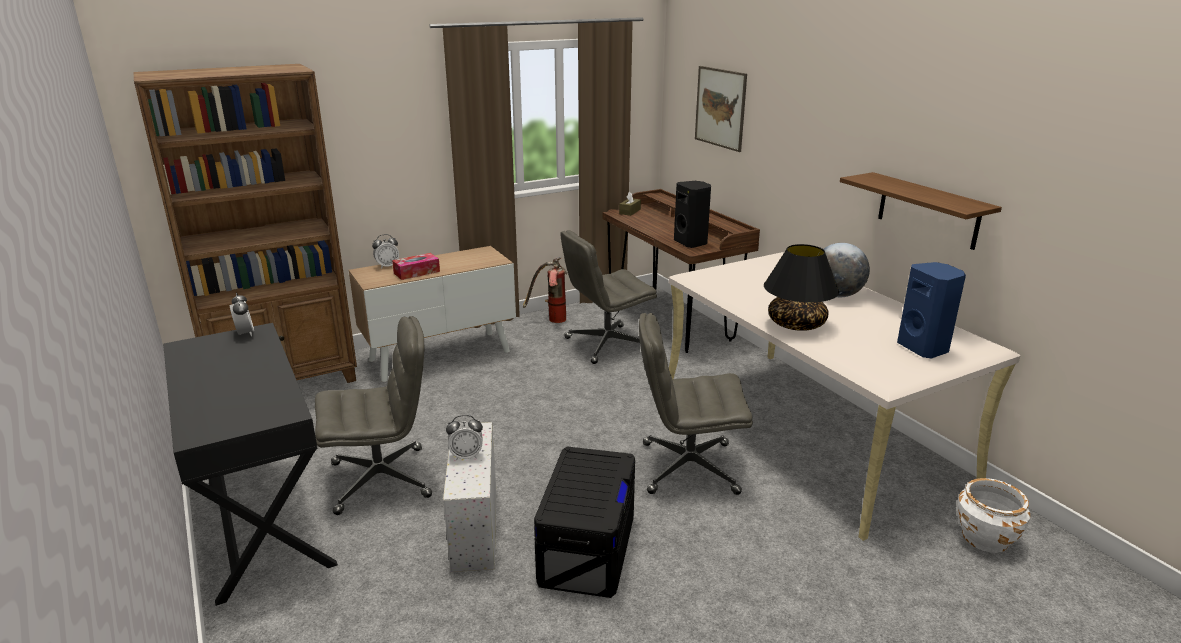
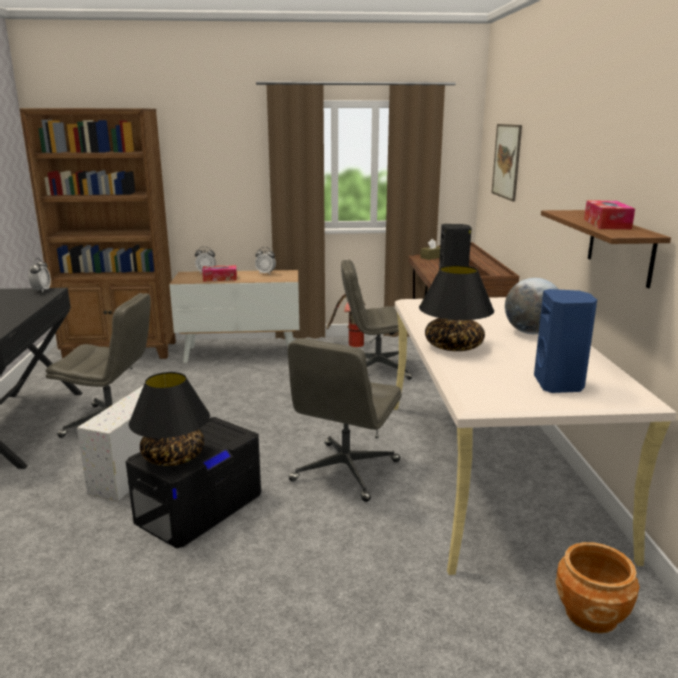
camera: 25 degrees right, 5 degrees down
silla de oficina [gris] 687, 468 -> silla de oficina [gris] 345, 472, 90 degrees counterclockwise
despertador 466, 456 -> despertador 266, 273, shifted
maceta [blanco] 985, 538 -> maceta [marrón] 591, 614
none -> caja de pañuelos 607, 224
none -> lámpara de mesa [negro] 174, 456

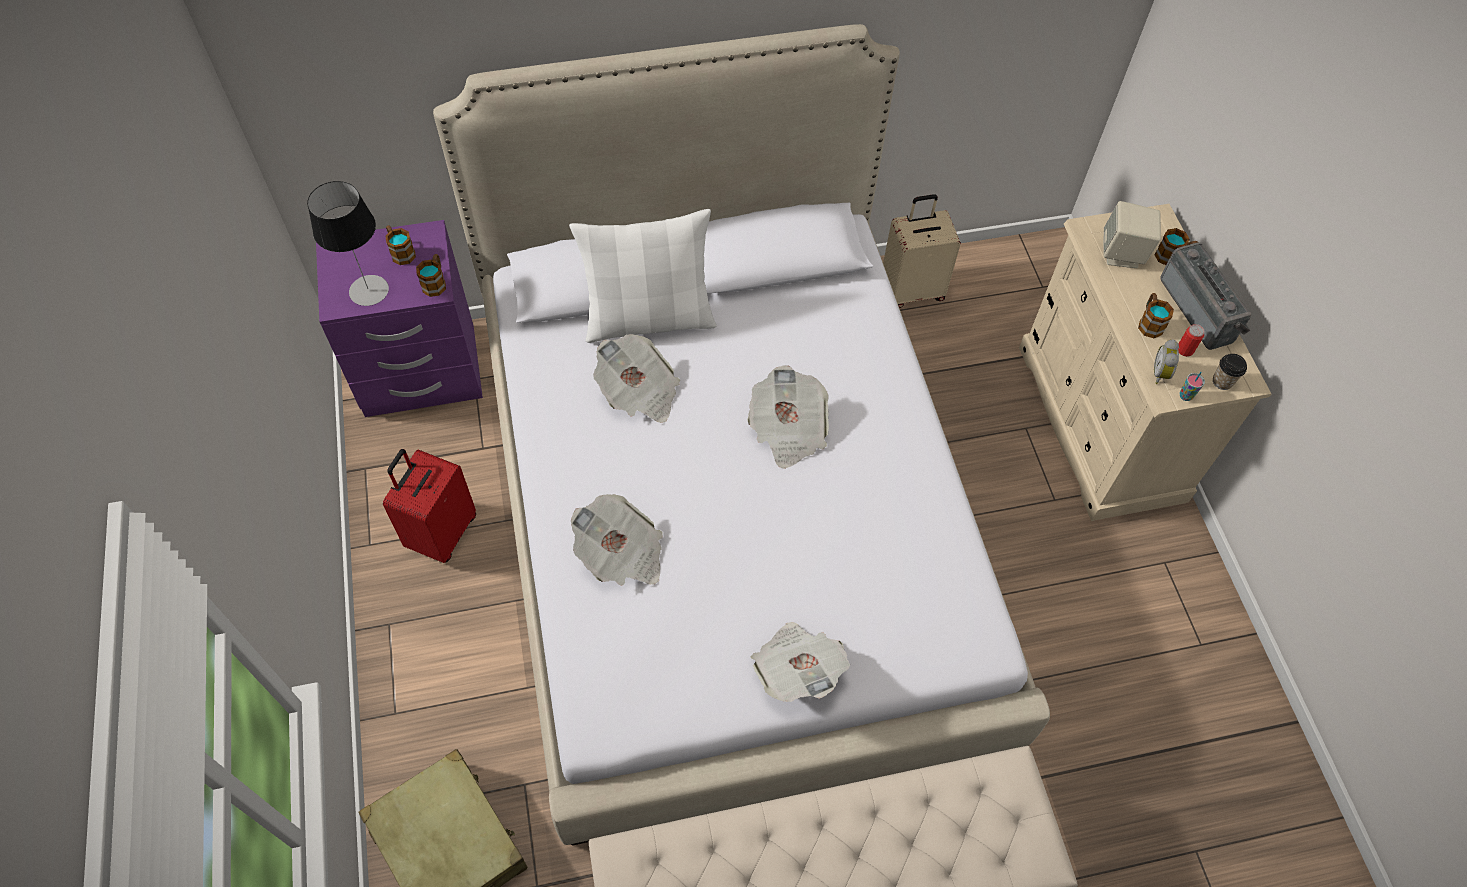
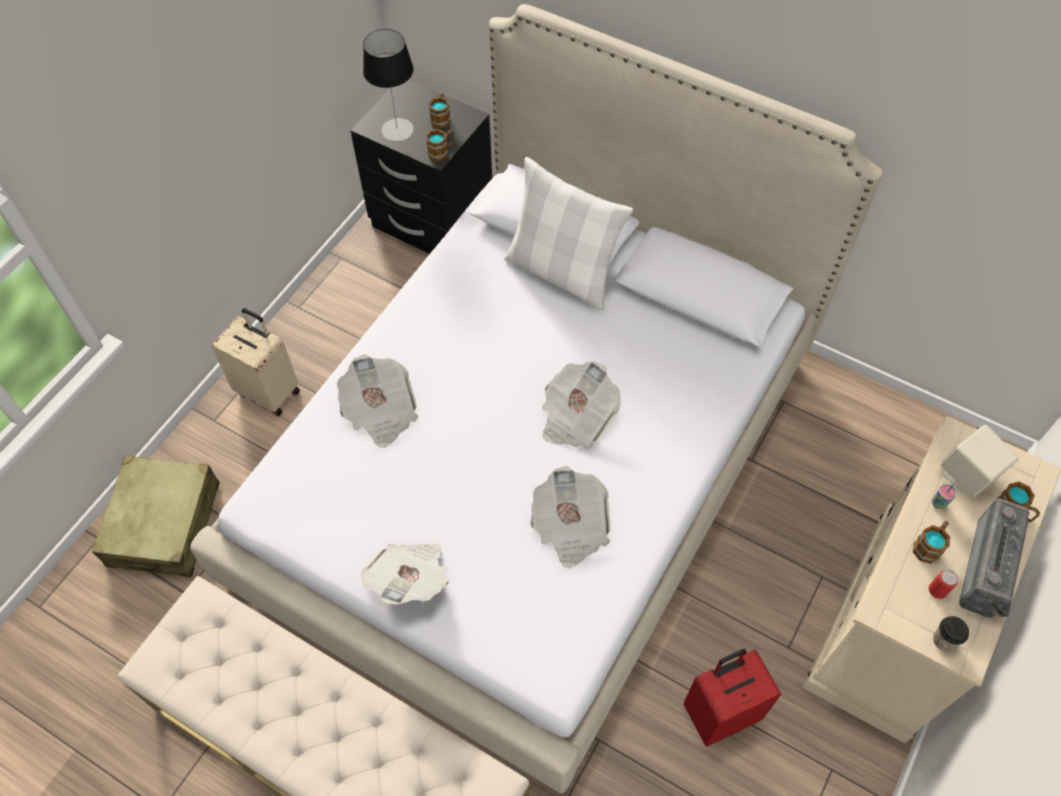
camera: 45 degrees right, 0 degrees up
maleta [beis] 912, 290 -> maleta [beis] 269, 391, shifted
mesita de noche [morado] 421, 373 -> mesita de noche [negro] 432, 222
periódico 639, 392 -> periódico 570, 527, shifted
despertador 1161, 374 -> none
taza 1185, 396 -> taza 938, 504, shifted
maleta [rojo] 441, 533 -> maleta [rojo] 720, 712, shifted

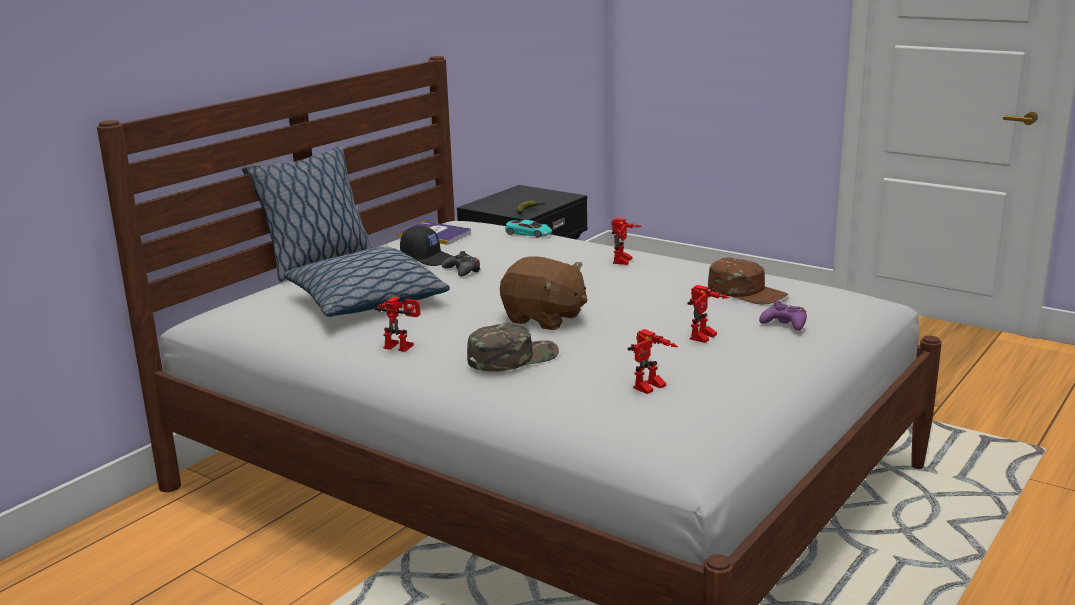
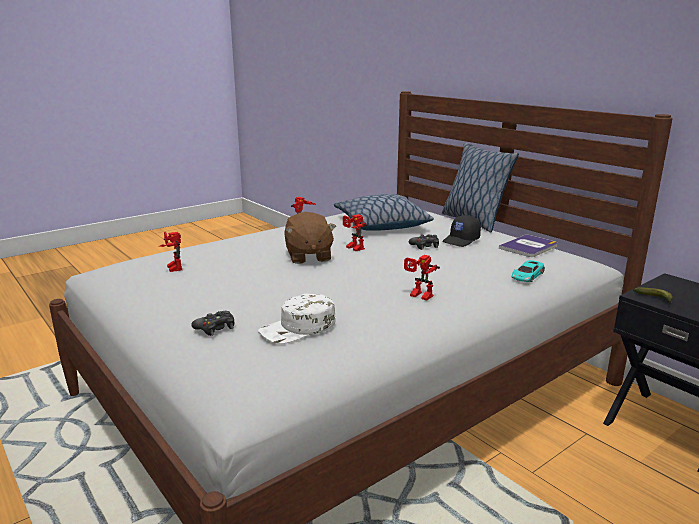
camera: 105 degrees right, 0 degrees up
peluche [marrón] 544, 318 -> peluche [marrón] 308, 256, 60 degrees counterclockwise
gorra [marrón] 747, 292 -> gorra [blanco] 298, 328
robot de juguete 705, 338 -> robot de juguete 352, 248, shifted
mando de consola [morado] 785, 323 -> mando de consola [negro] 215, 328
gorra [verde] 512, 357 -> none

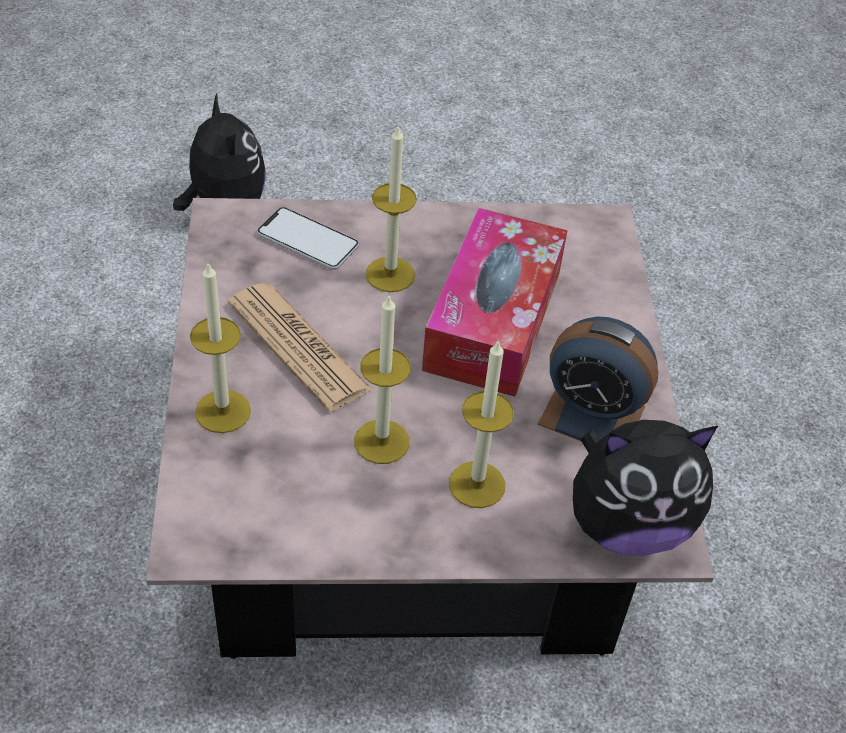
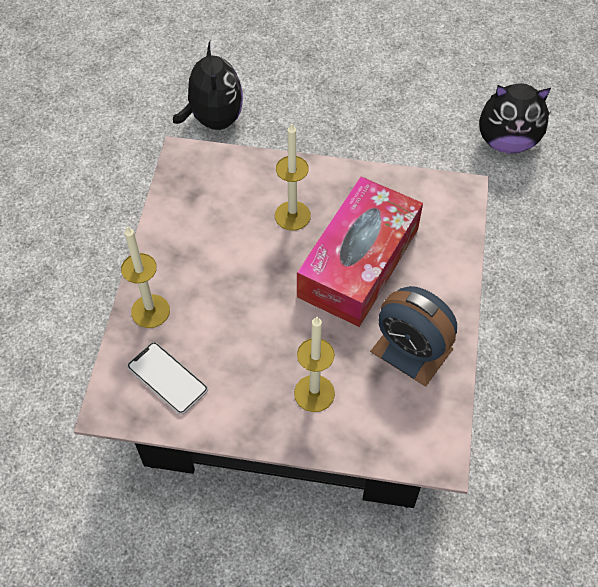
camera: 15 degrees right, 10 degrees up
móvil 307, 240 -> móvil 167, 378, shifted
periódico 298, 347 -> none
vela 381, 441 -> none
peluche 627, 525 -> peluche 506, 141, shifted

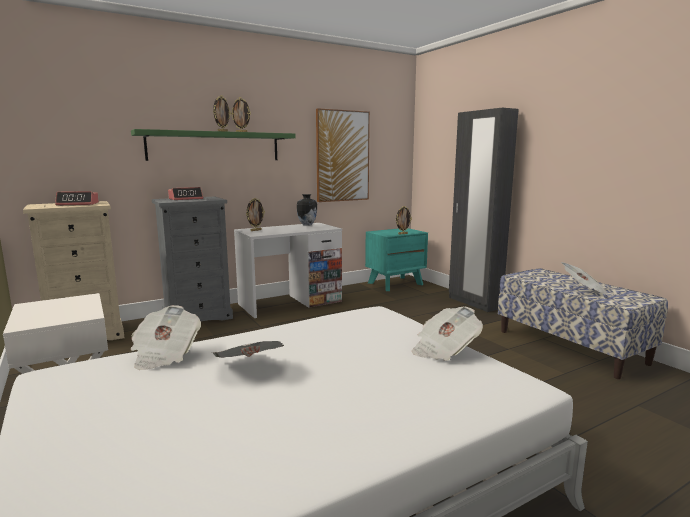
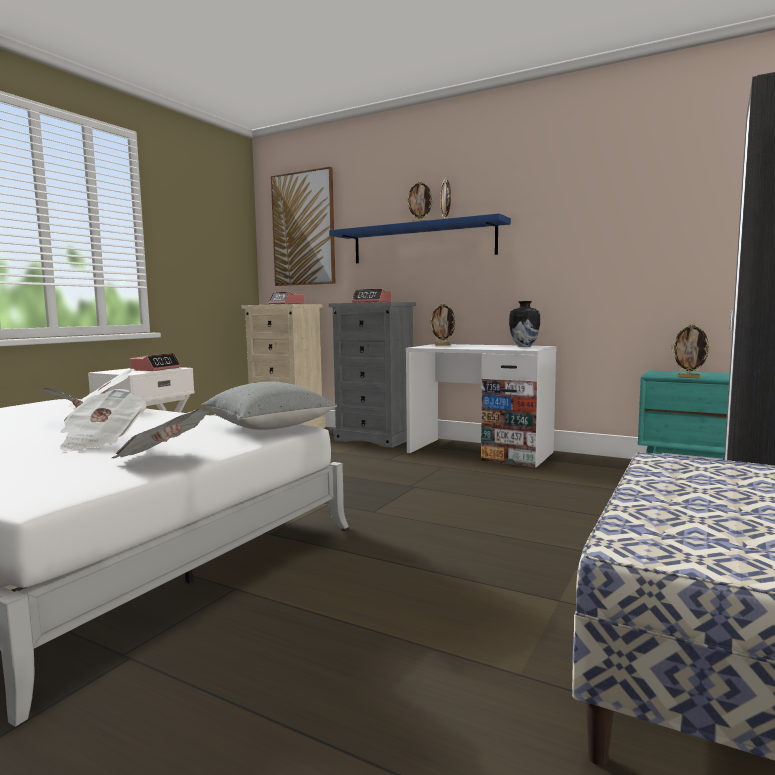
camera: 60 degrees right, 5 degrees down
cuadro 342, 156 -> cuadro 304, 229, shifted
estante [verde] 215, 146 -> estante [azul] 422, 242
periódico 583, 290 -> periódico 101, 441, shifted
none -> despertador 156, 369
none -> cojín [gris] 269, 427

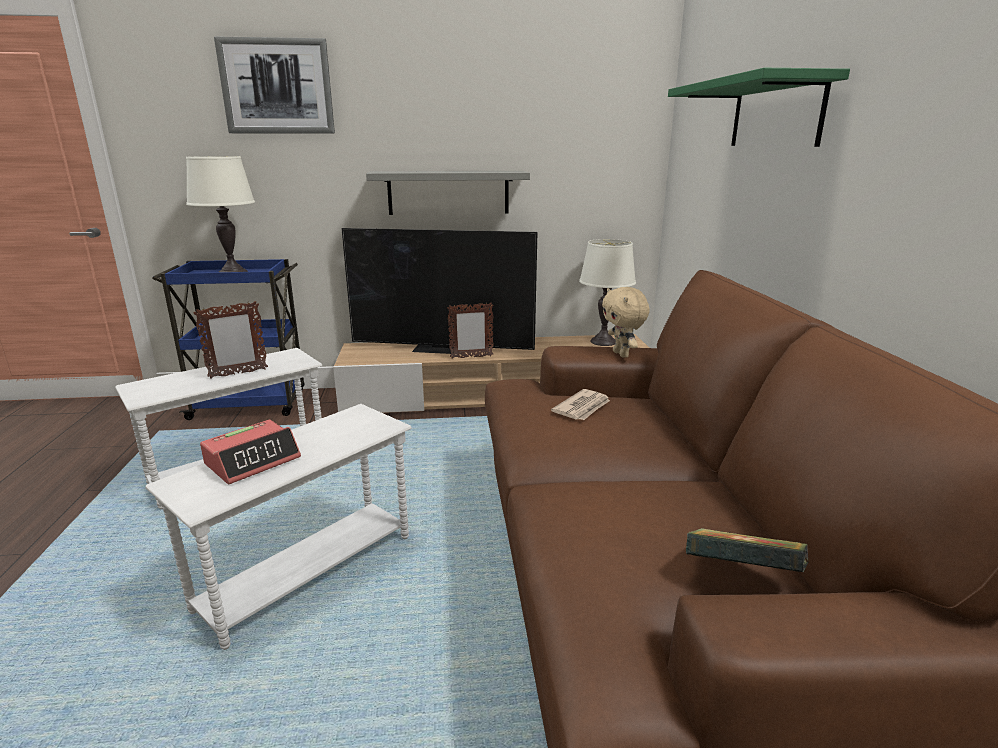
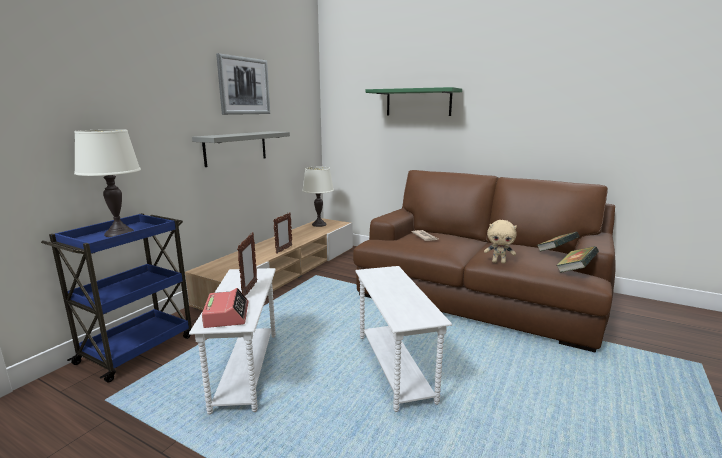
camera: 55 degrees left, 5 degrees down
cuadro 277, 87 -> cuadro 244, 86, shifted
televisor 441, 348 -> none
peluche [beis] 622, 354 -> peluche [beis] 499, 262, shifted
despertador 253, 460 -> despertador 227, 315, shifted
none -> libro 575, 270

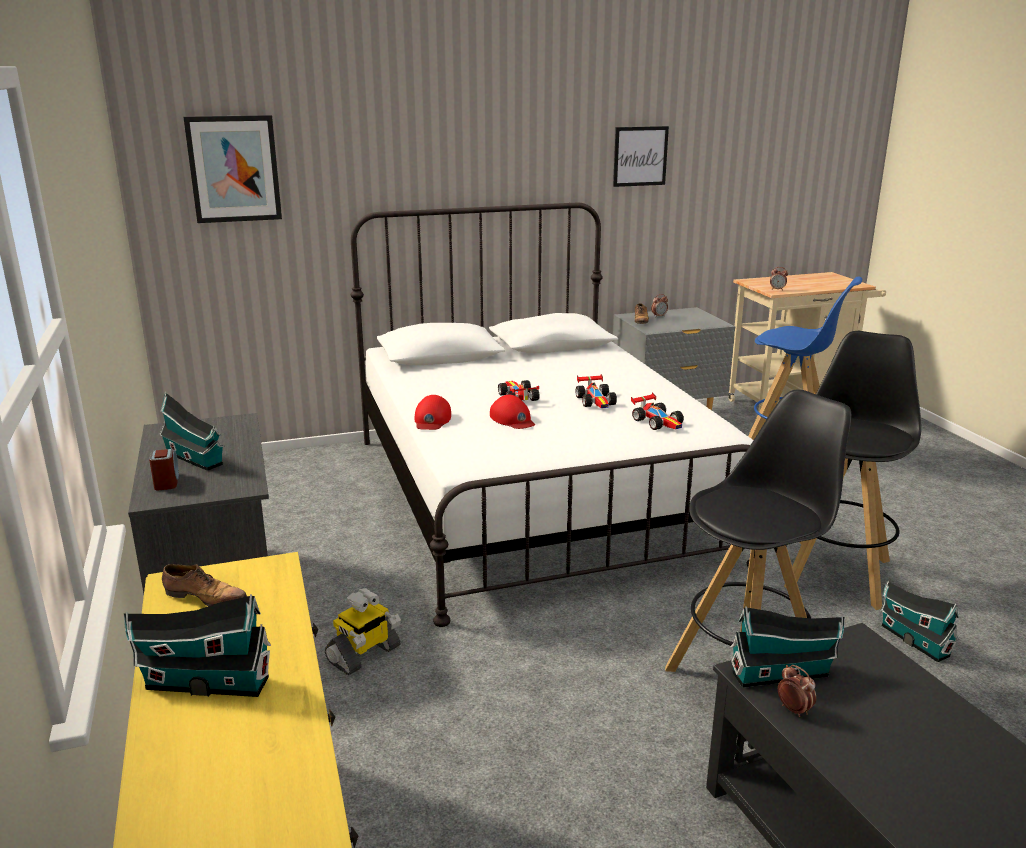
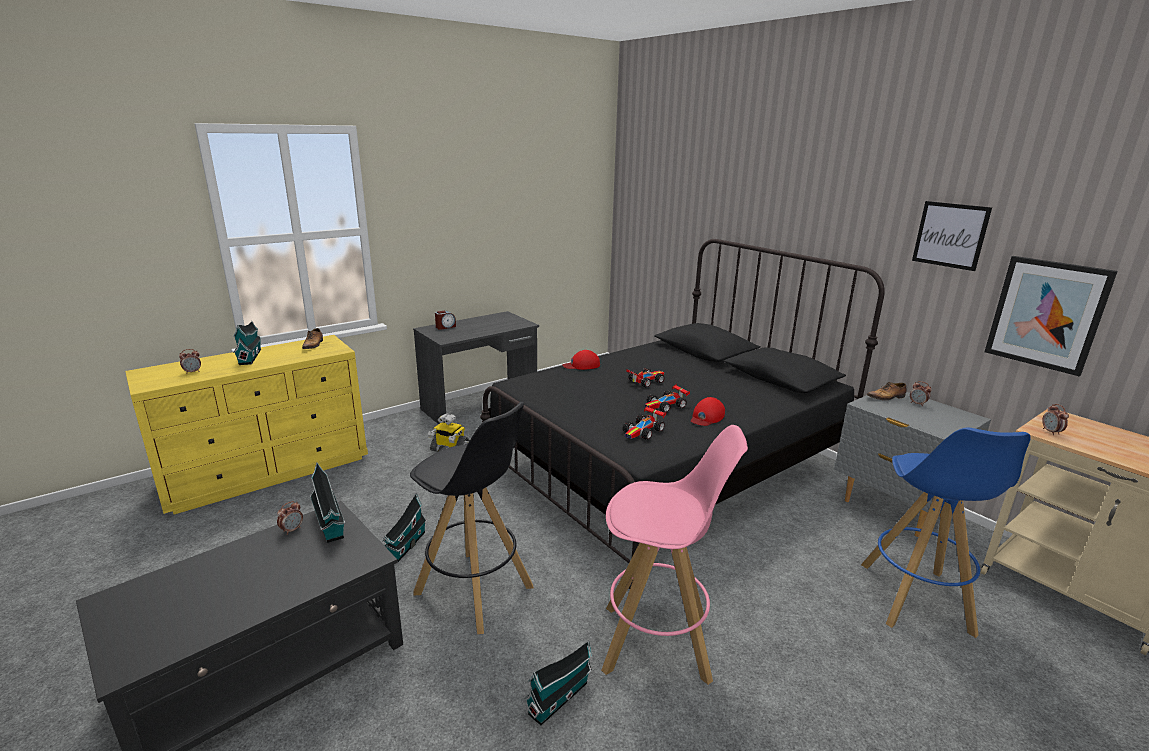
camera: 70 degrees right, 0 degrees up
cuadro 234, 169 -> cuadro 1046, 314, shifted
cama [blanco] 533, 496 -> cama [negro] 667, 467
taburete [negro] 838, 572 -> taburete [rosa] 657, 643
casita 196, 459 -> casita 405, 546, shifted
gorra [rojo] 512, 419 -> gorra [rojo] 706, 417, shifted
none -> despertador 192, 372

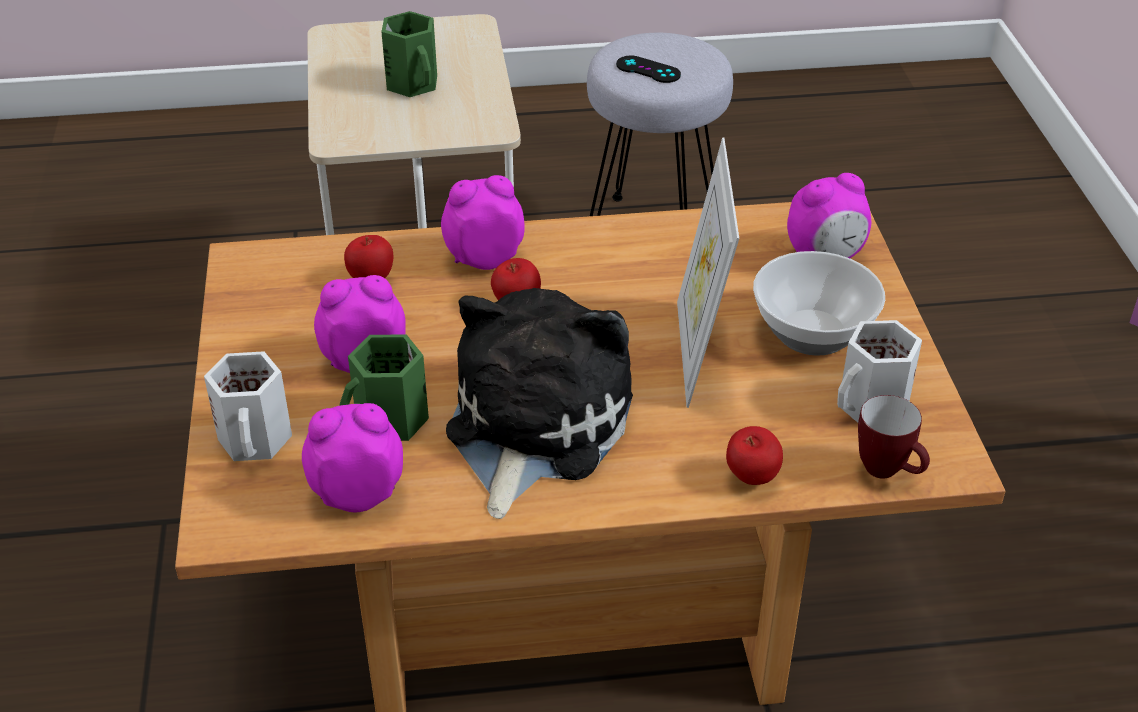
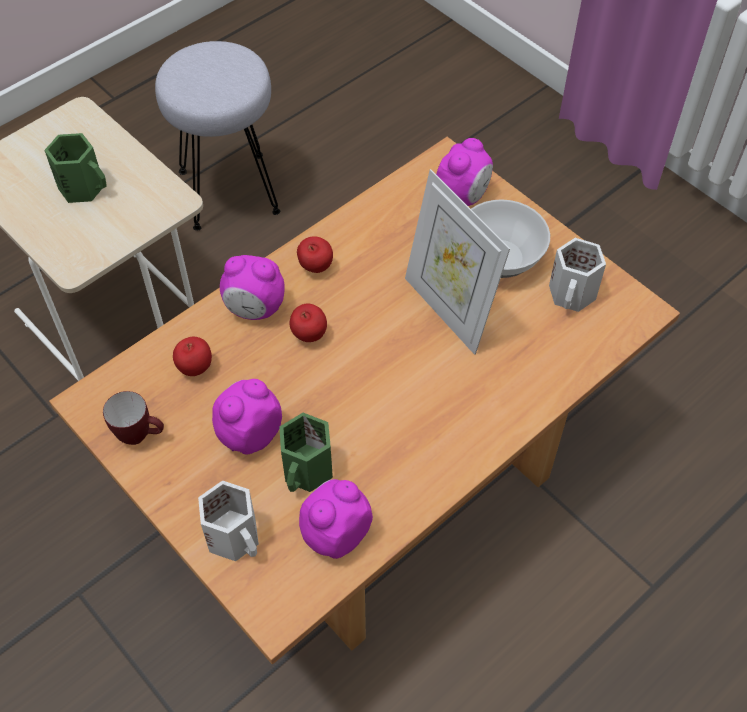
camera: 35 degrees left, 15 degrees up
mando de consola [negro] 648, 70 -> none
despertador 484, 257 -> despertador 255, 309, 120 degrees counterclockwise
peluche 532, 426 -> none
taza grande 888, 472 -> taza grande 140, 436, shifted
manzana 751, 478 -> manzana 315, 268, shifted

